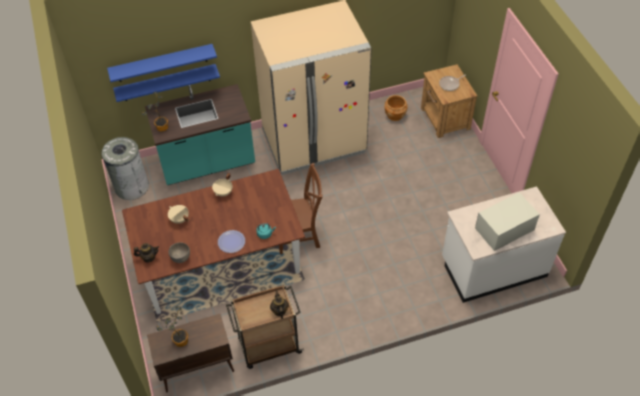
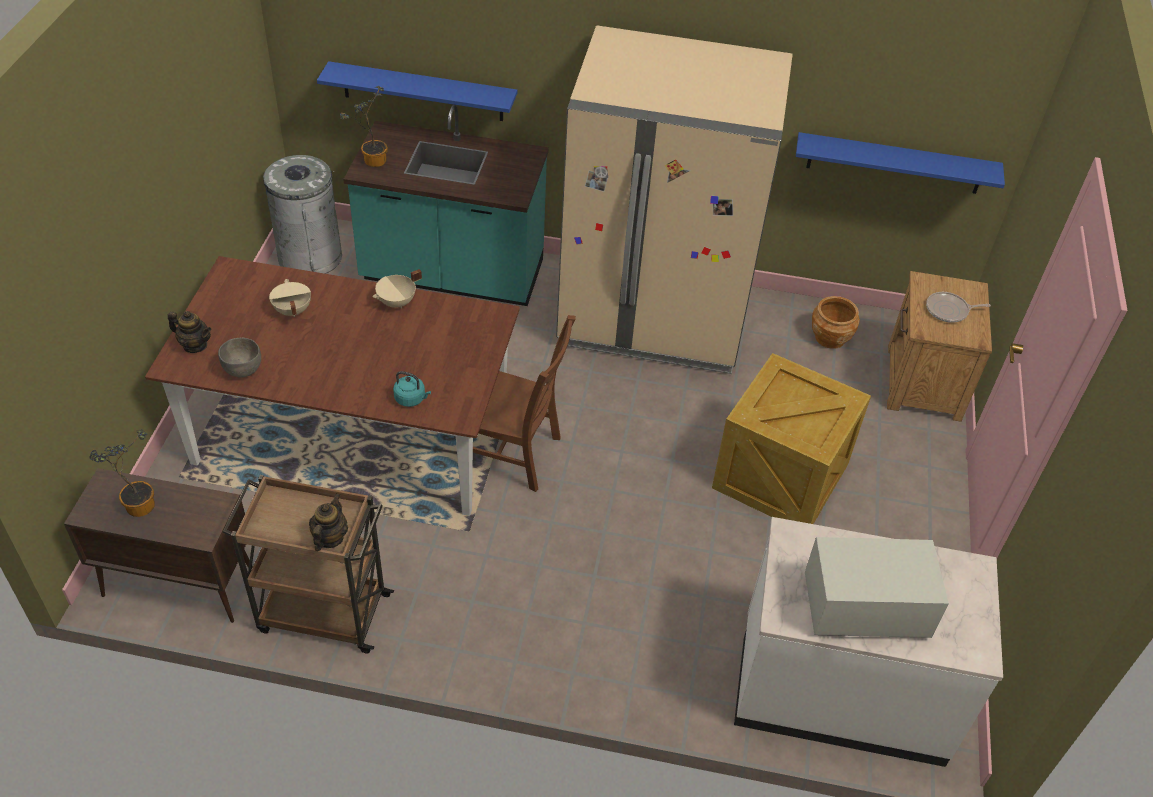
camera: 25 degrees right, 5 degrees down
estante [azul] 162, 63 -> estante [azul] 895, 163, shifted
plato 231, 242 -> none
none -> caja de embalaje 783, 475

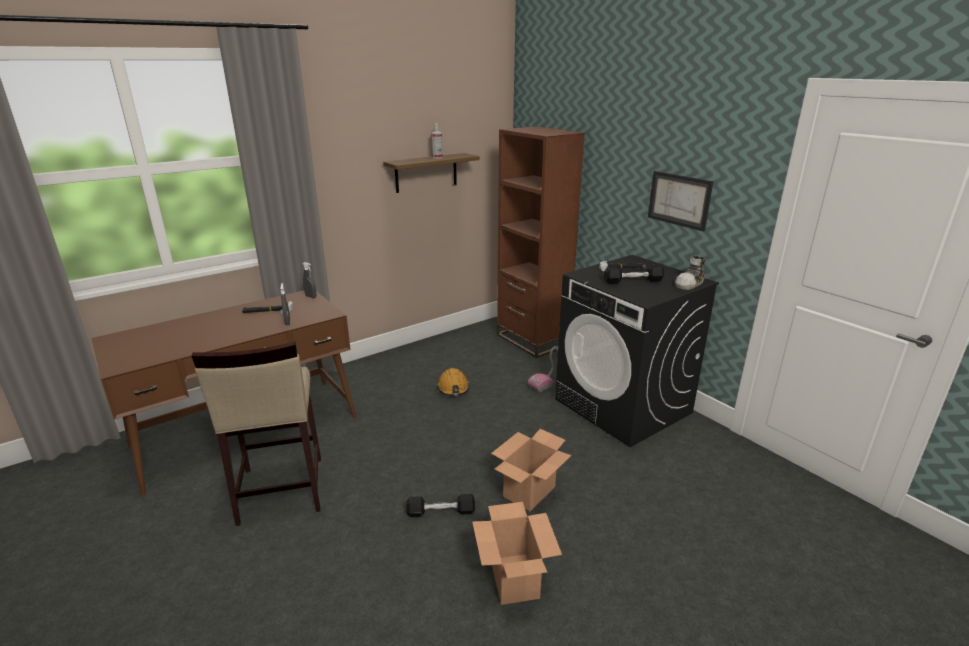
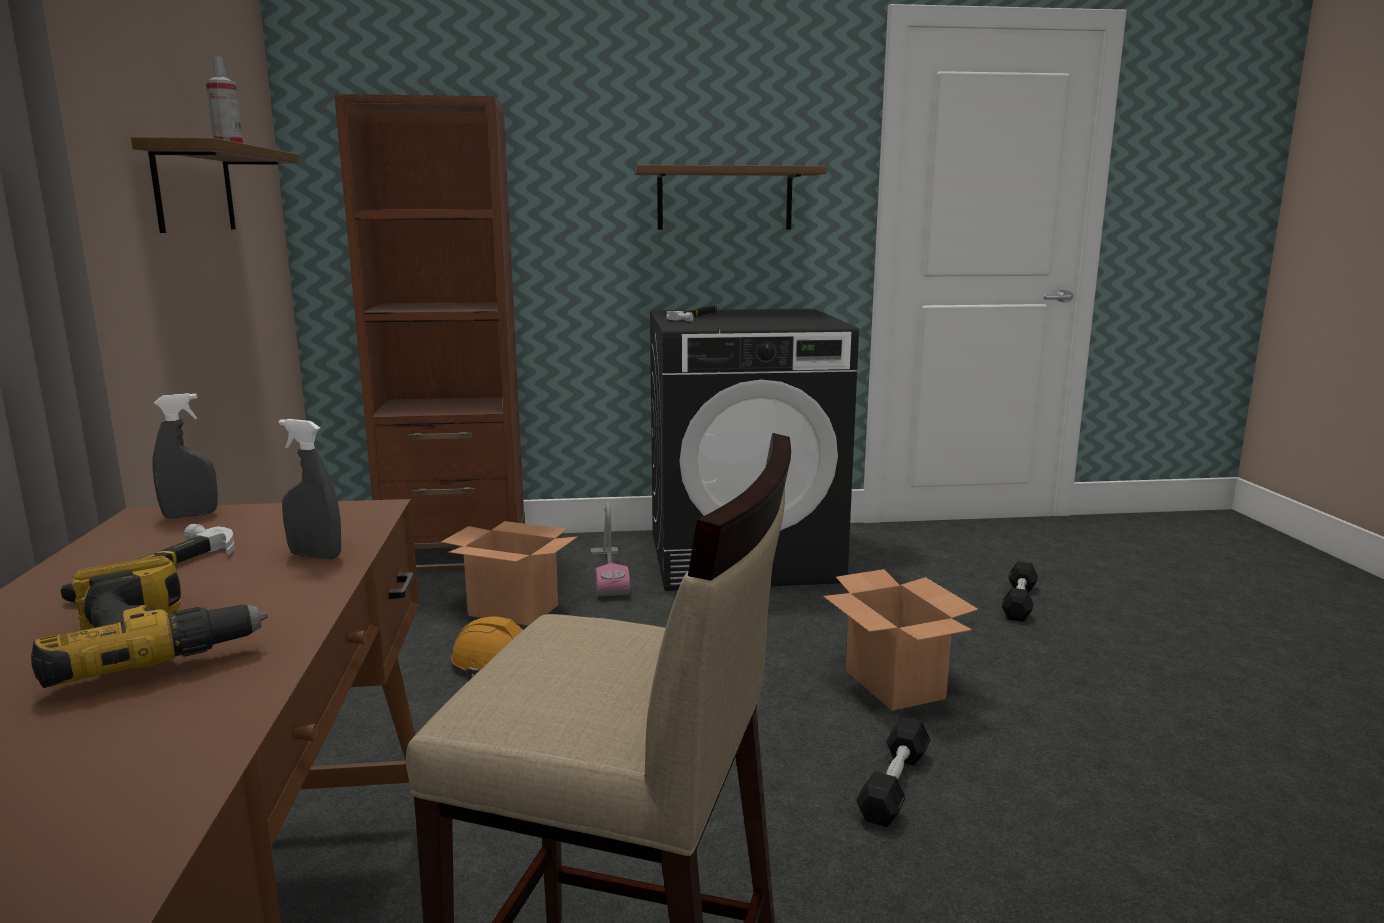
camera: 60 degrees left, 10 degrees down
cuadro 679, 200 -> estante 724, 198
zapato 690, 284 -> none
mancuerna [negro] 633, 281 -> mancuerna [negro] 1019, 602, shifted
caja de cartón 513, 578 -> caja de cartón 512, 610, shifted
none -> taladro 156, 645

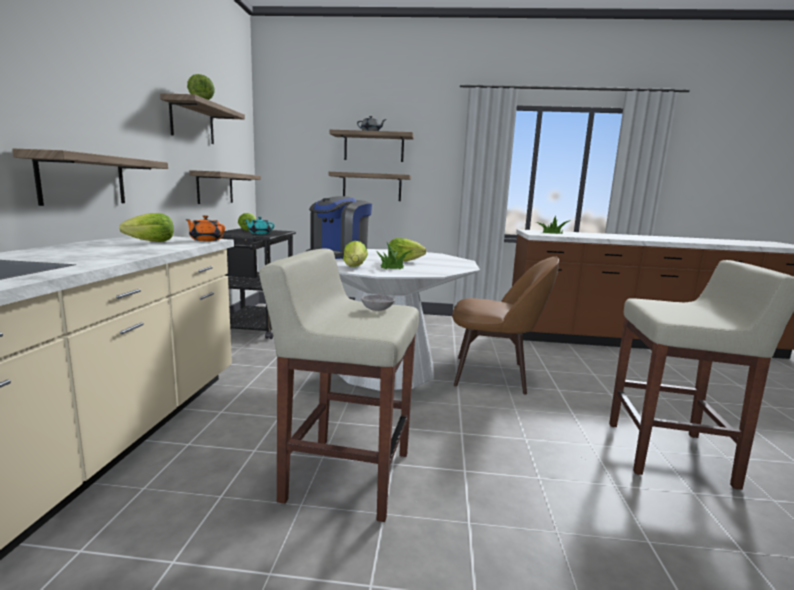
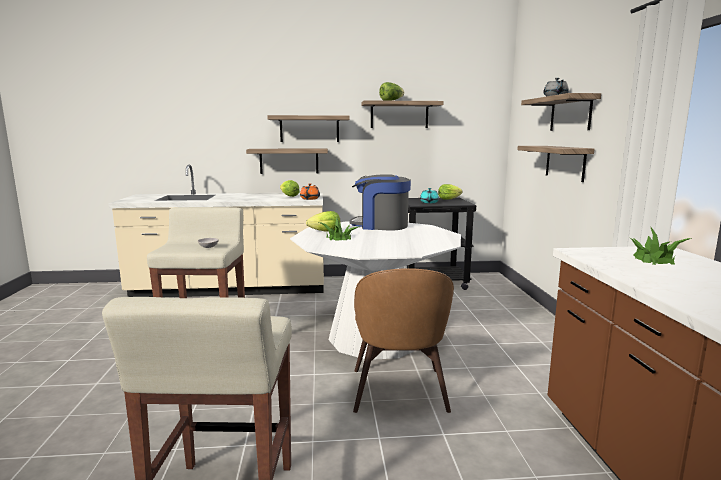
camera: 80 degrees right, 0 degrees up
estante 215, 188 -> estante 309, 129, shifted
lechuga 404, 261 -> none

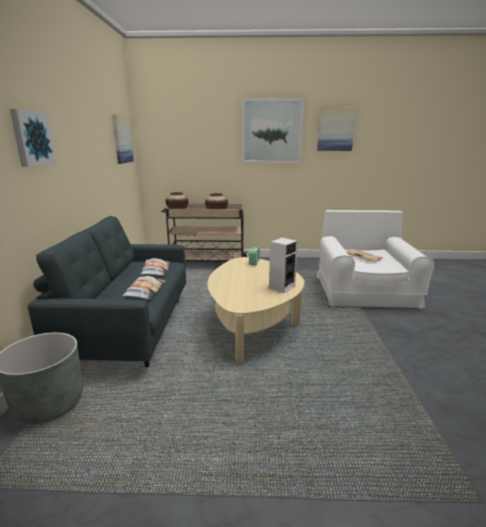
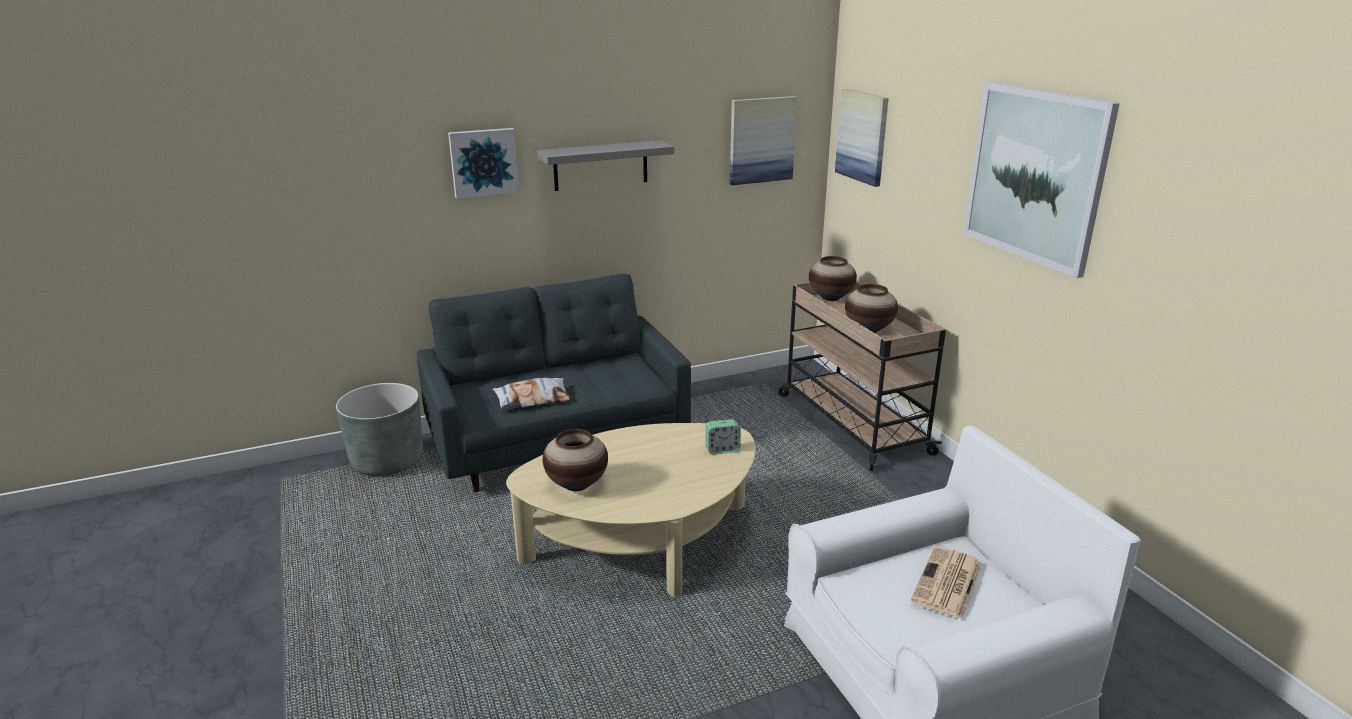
camera: 65 degrees right, 5 degrees up
cuadro 335, 129 -> cuadro 862, 136, shifted
altavoz 282, 287 -> none
cojín 155, 271 -> none
none -> estante [gris] 601, 165
none -> florero 576, 484

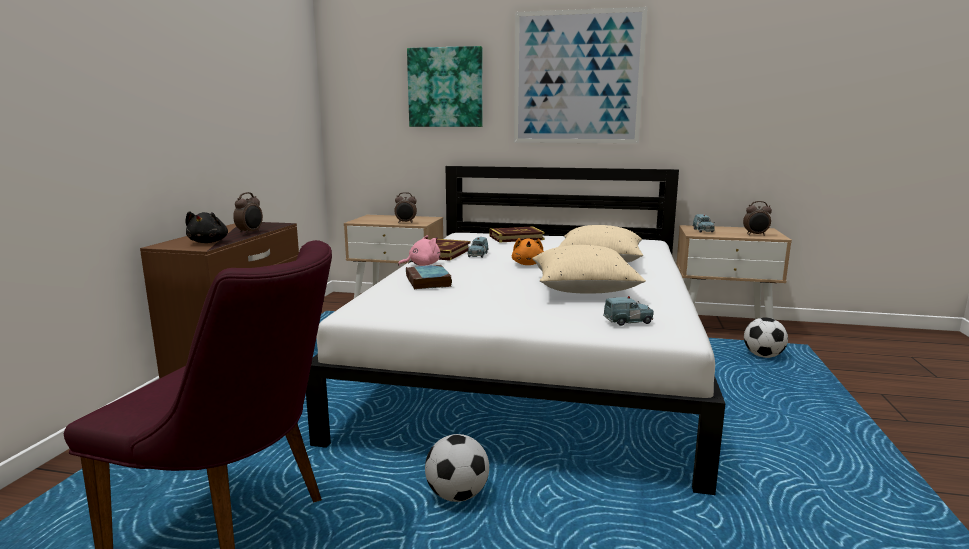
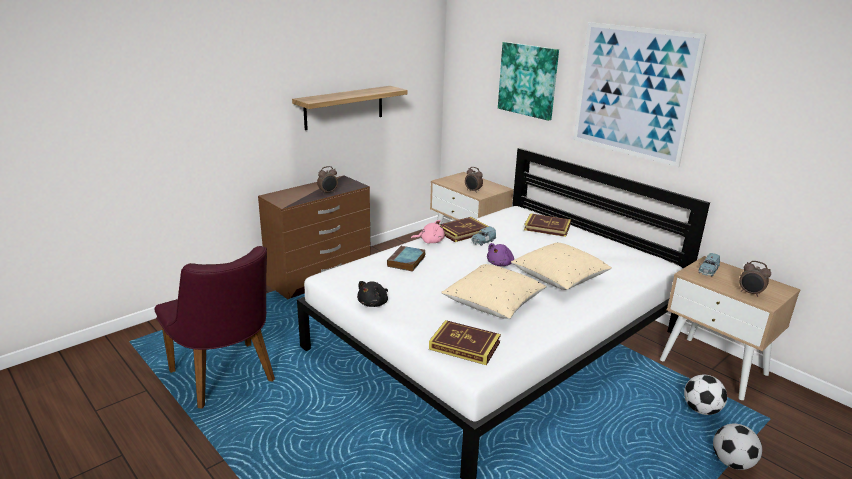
camera: 35 degrees right, 10 degrees up
peluche [negro] 209, 242 -> peluche [negro] 374, 303, shifted
peluche [naranja] 528, 264 -> peluche [morado] 500, 264
coche de juguete [azul] 628, 321 -> libro 464, 346
balón de fútbol 457, 495 -> balón de fútbol 732, 463, shifted
none -> estante 344, 107

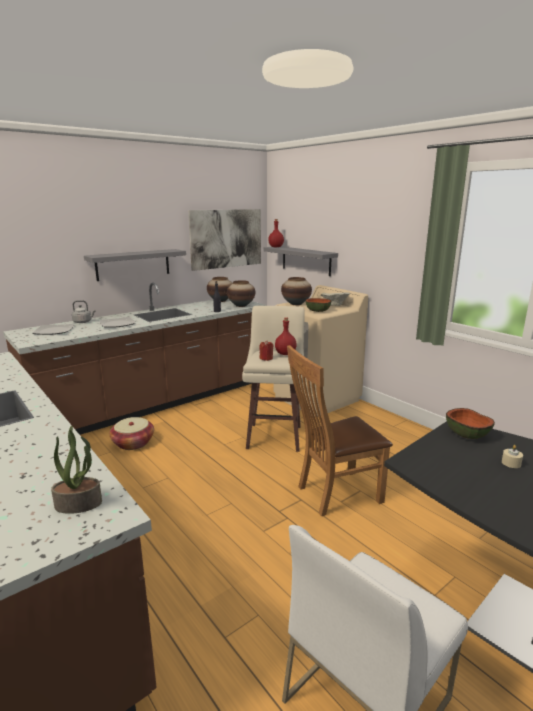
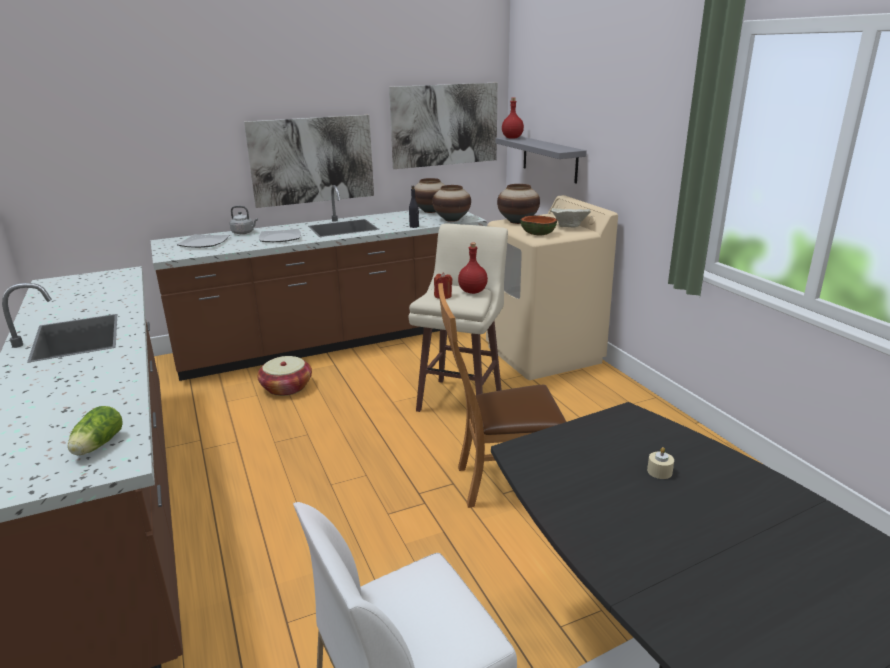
camera: 15 degrees right, 5 degrees up
estante [gris] 133, 264 -> cuadro 312, 160
cuenco 467, 434 -> none
planta en maceta 79, 503 -> lechuga 96, 446

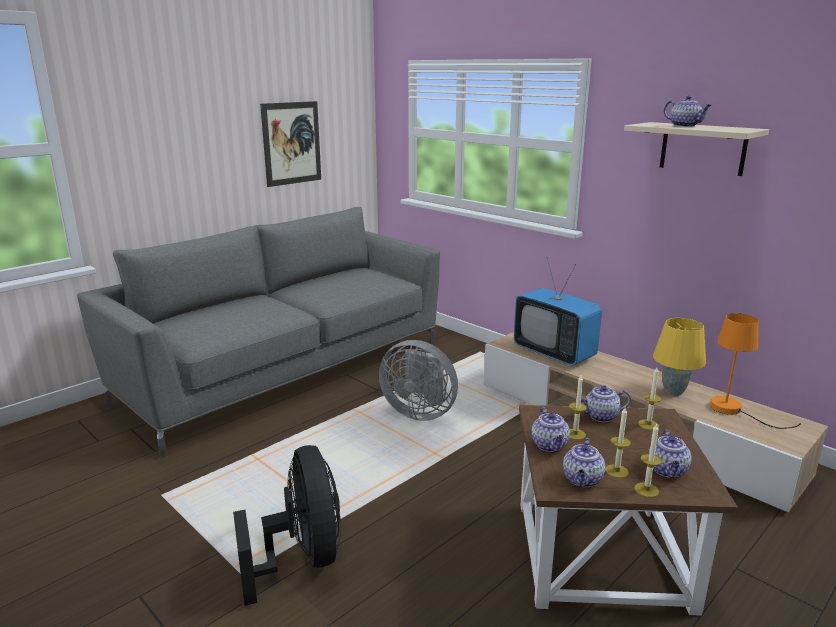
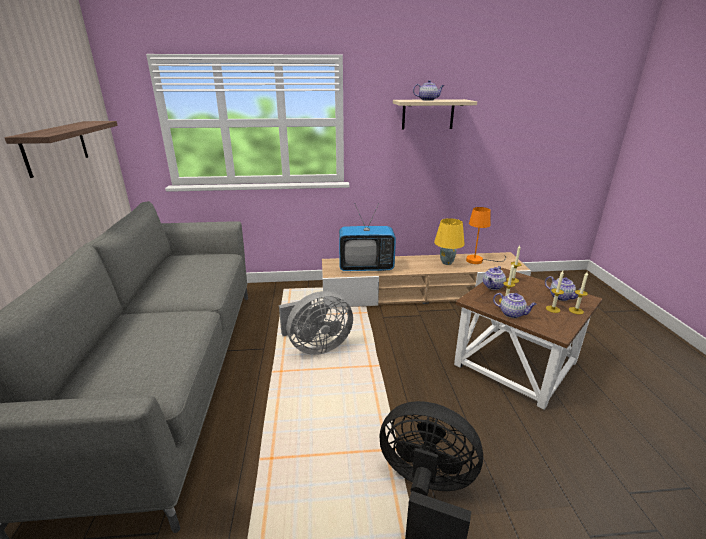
camera: 50 degrees left, 5 degrees up
cuadro 292, 143 -> estante 56, 147
tetera 582, 480 -> none

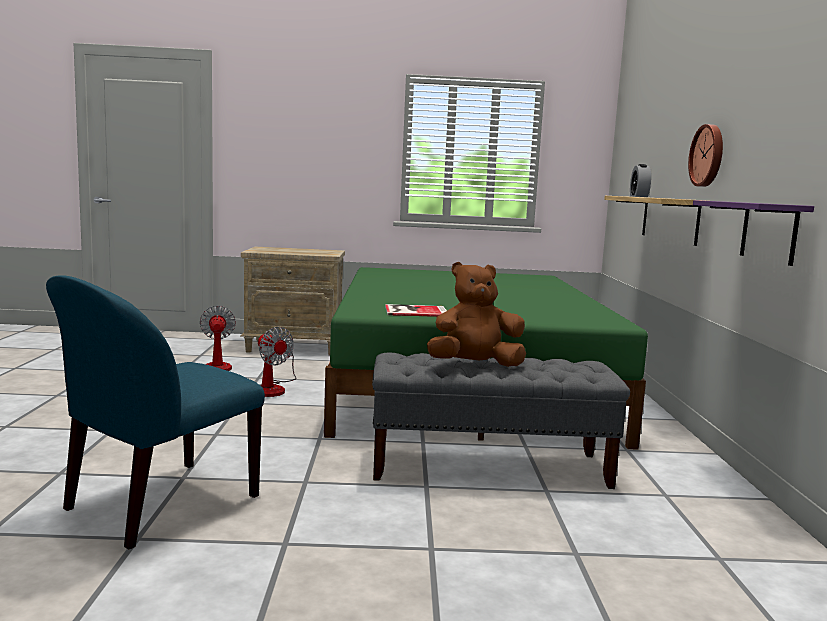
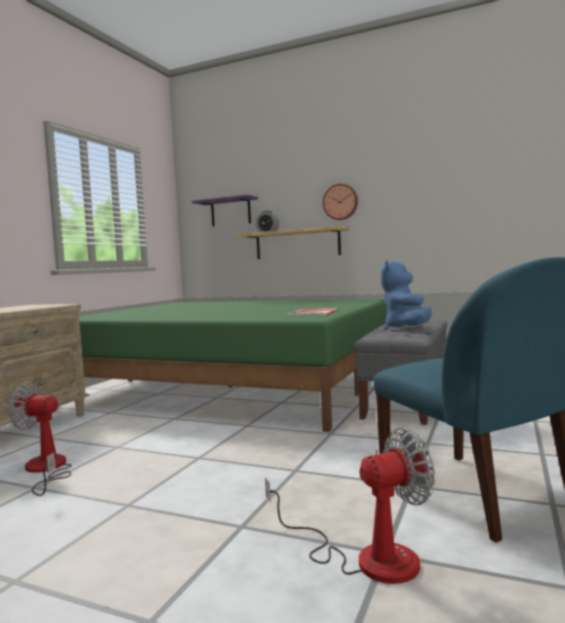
camera: 65 degrees left, 5 degrees down
estante [morado] 769, 232 -> estante [morado] 230, 212, shifted
peluche [marrón] 474, 365 -> peluche [azul] 407, 329
ventilador 273, 388 -> ventilador 366, 557, shifted

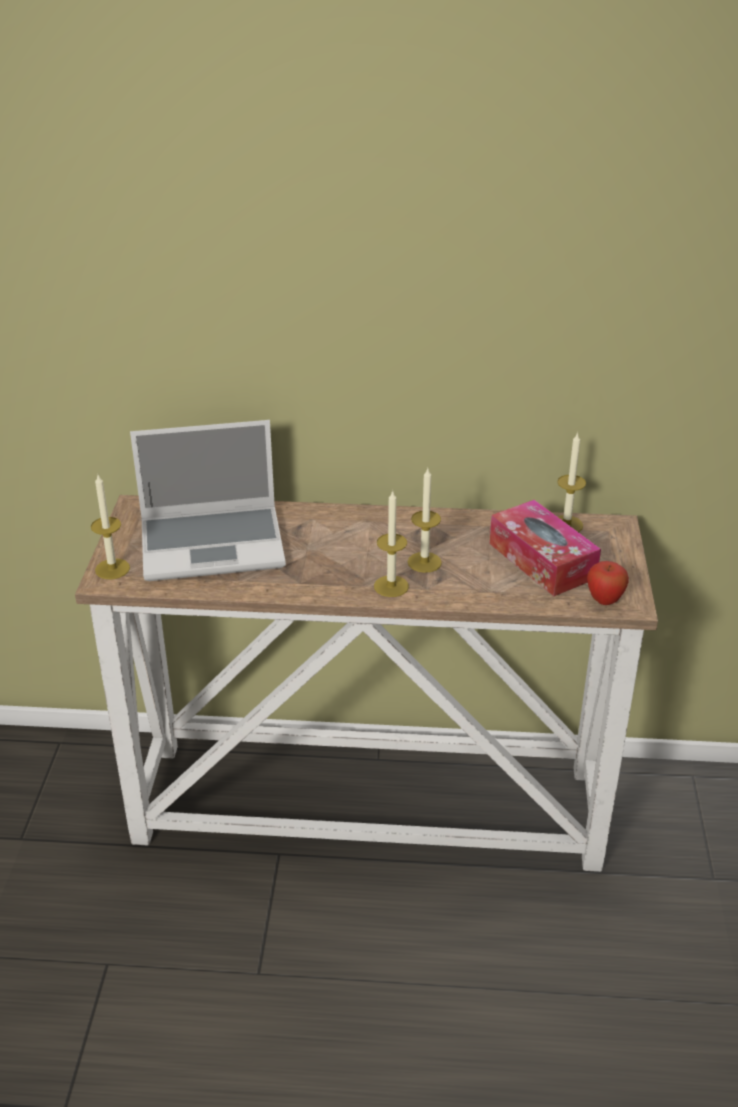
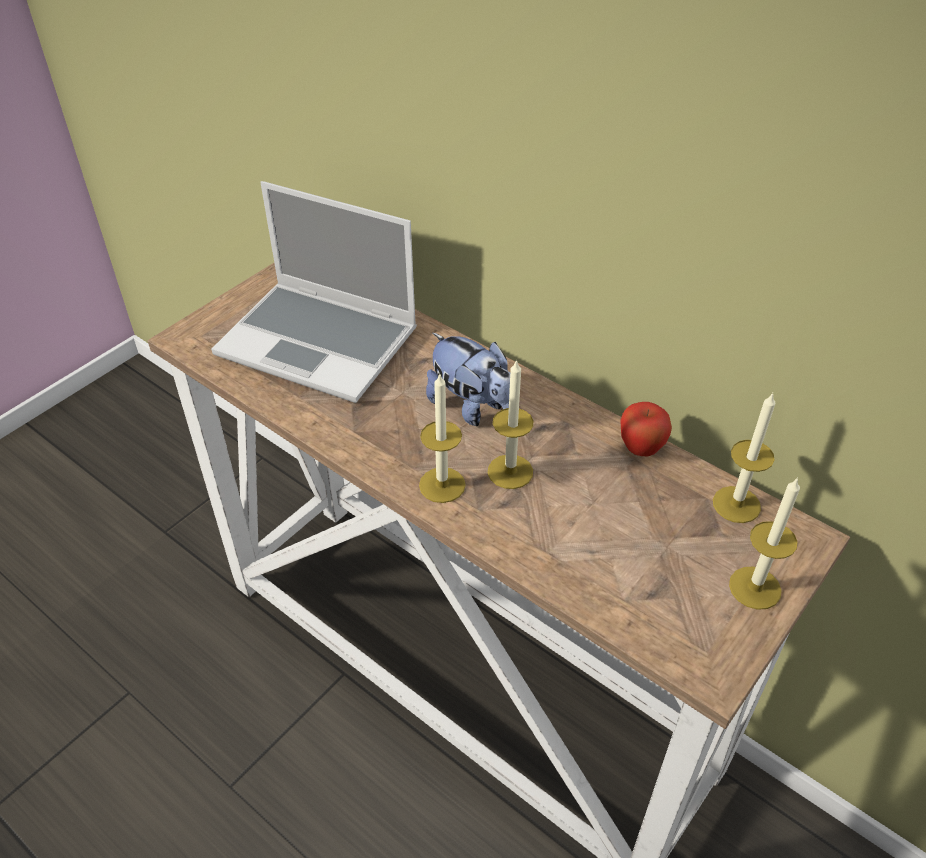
camera: 35 degrees right, 10 degrees up
vela 112, 569 -> vela 755, 588, shifted
caja de pañuelos 542, 561 -> none
manzana 604, 600 -> manzana 641, 449, shifted
none -> peluche 472, 408

